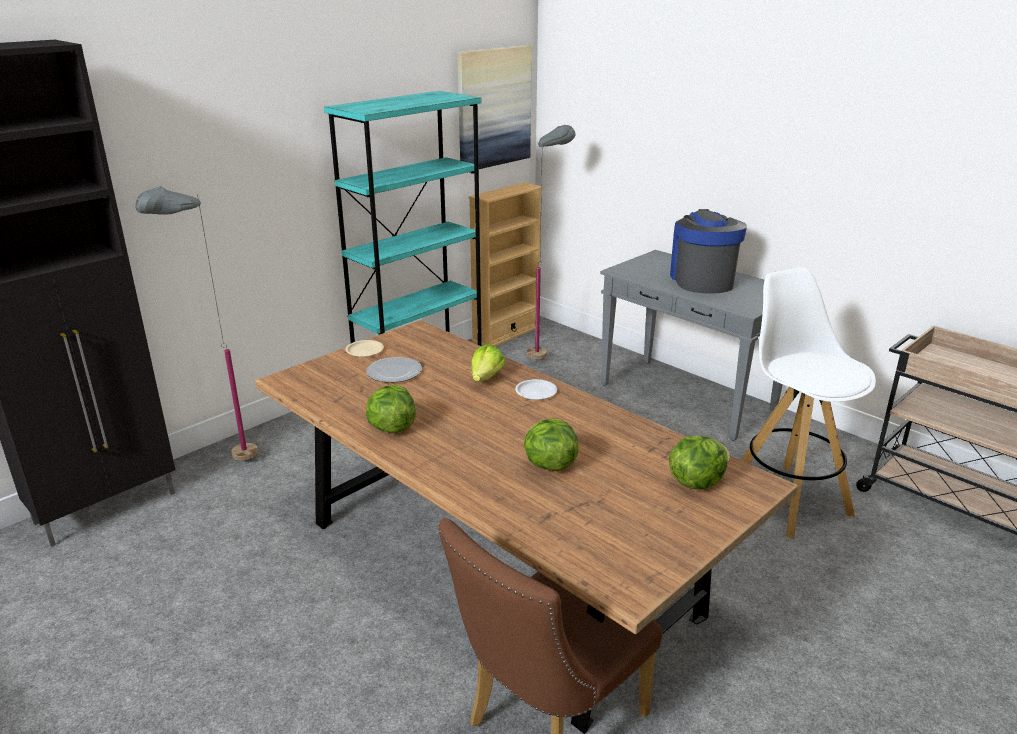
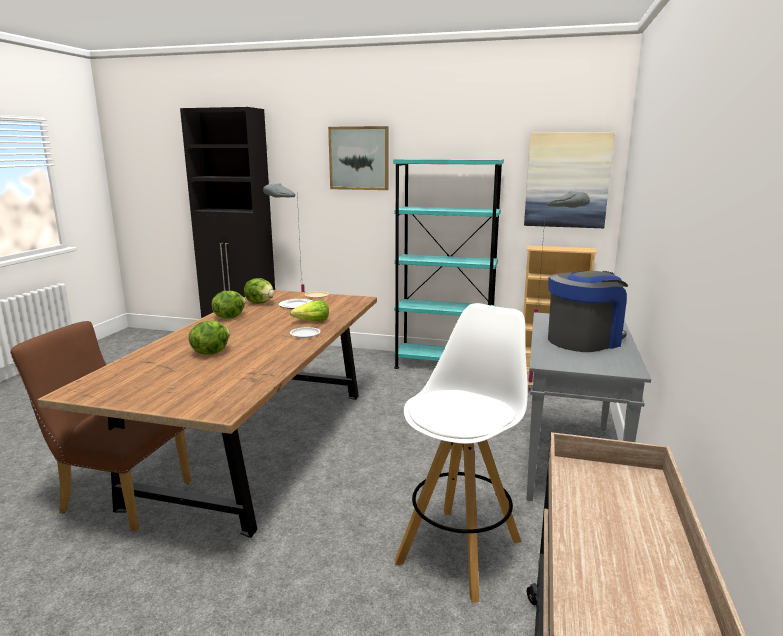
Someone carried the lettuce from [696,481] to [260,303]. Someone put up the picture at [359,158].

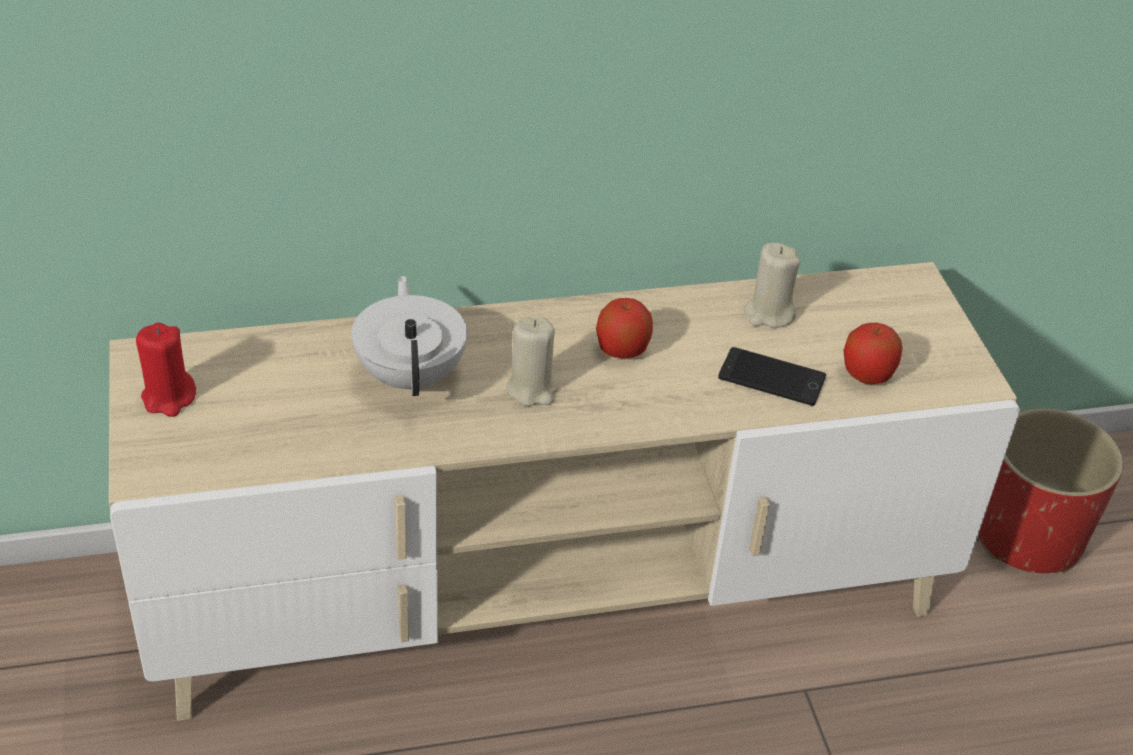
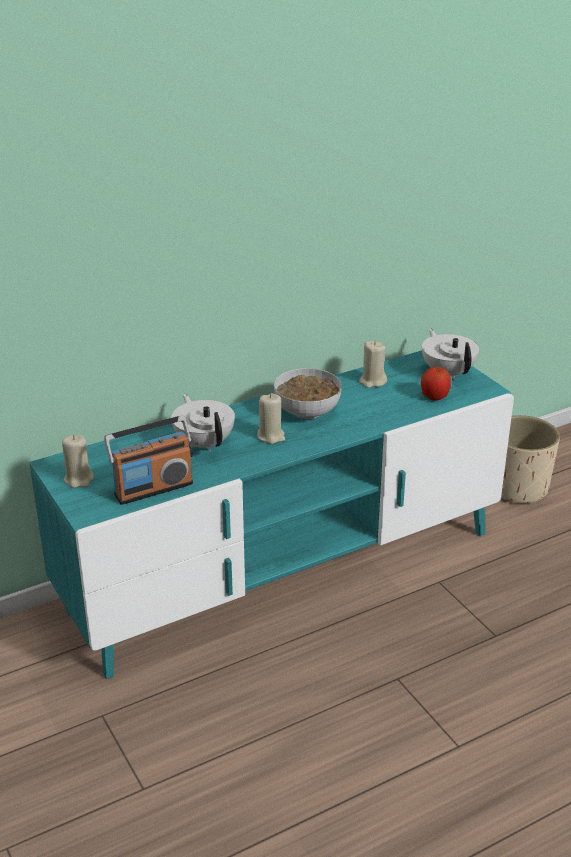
Someone repainted the tv stand (beige) at [551,593], which became the tv stand (turquoise) at [285,570]. Someone repainted the candle (red) at [169,397], which became the candle (beige) at [79,479]. Someone swapped the apple at [621,350] for the bowl at [307,411]. Someone took away the phone at [771,378]. Someone repainted the planter (red) at [1028,536], which became the planter (beige) at [518,488]. Someone put down the radio at [153,489]. Someone put down the teapot (white) at [448,372].

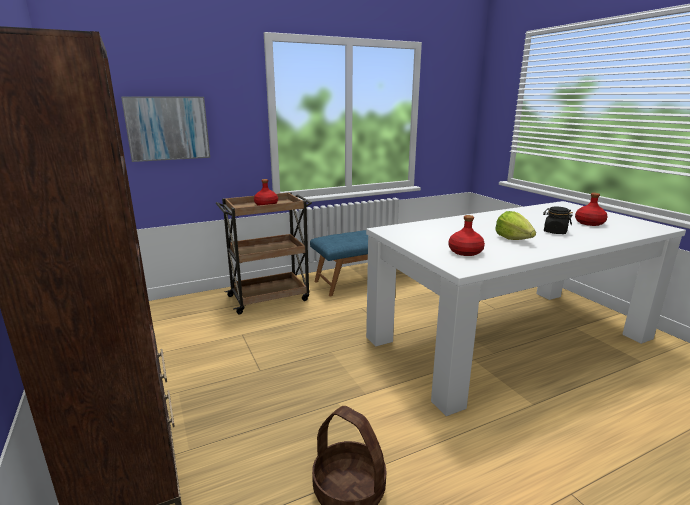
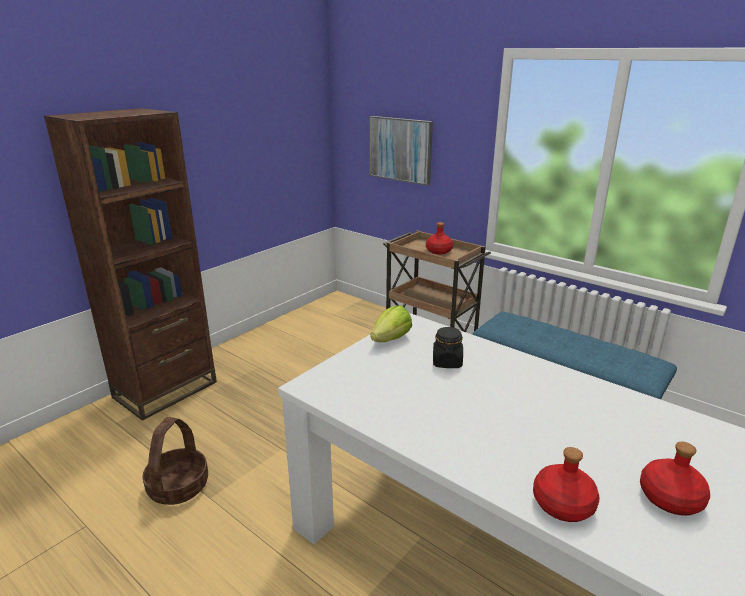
Someone carried the bottle (red) from [465,252] to [563,505]. Someone carried the lettuce from [513,239] to [391,339]. Someone carried the jar (black) from [555,232] to [447,362].

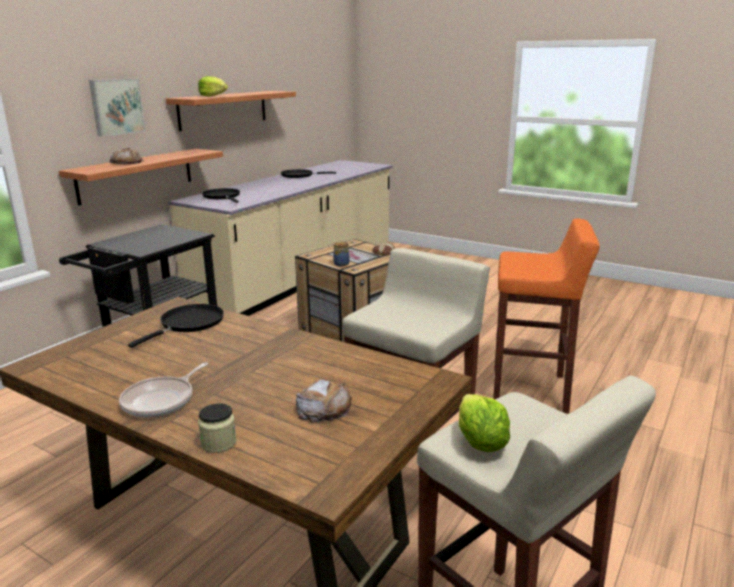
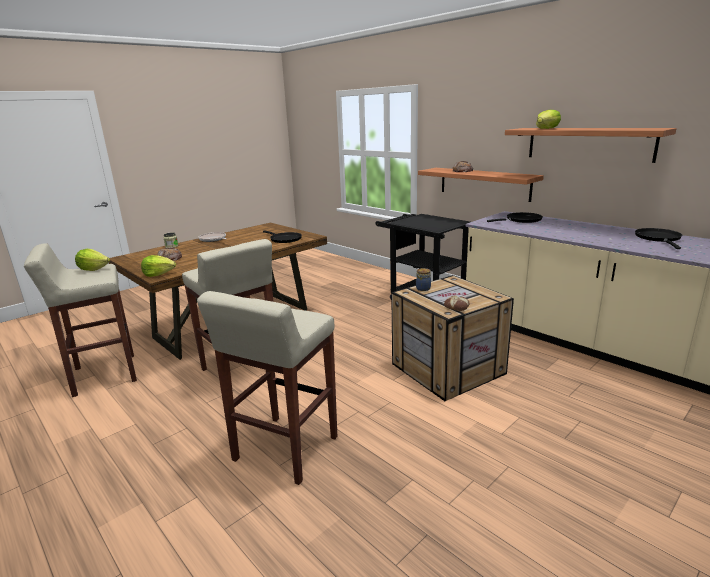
Someone took away the picture at [116,106]. Someone repainted the stool (orange) at [531,390], which became the stool (beige) at [284,449]. Someone put down the lettuce at [159,274].

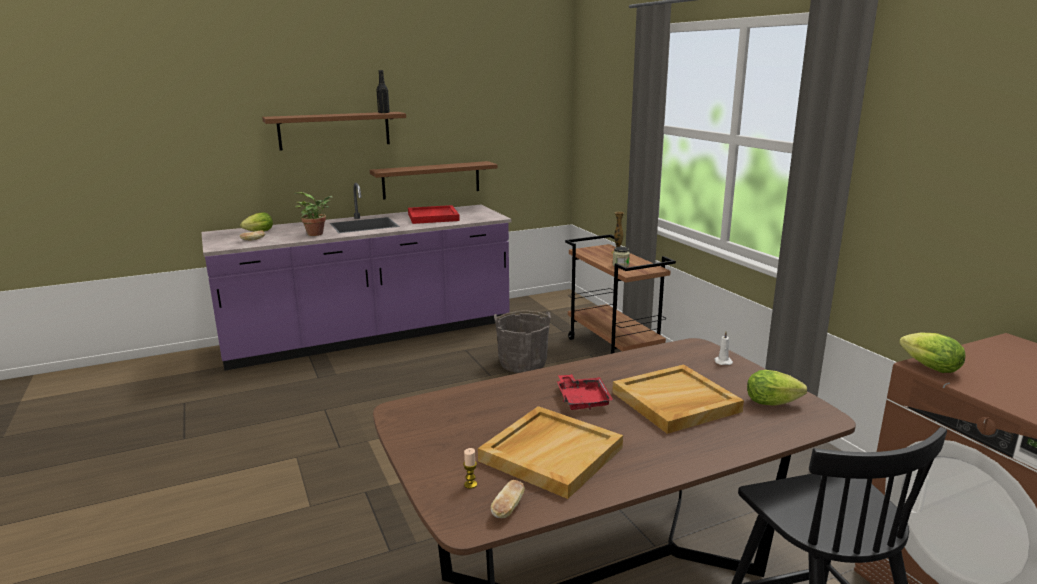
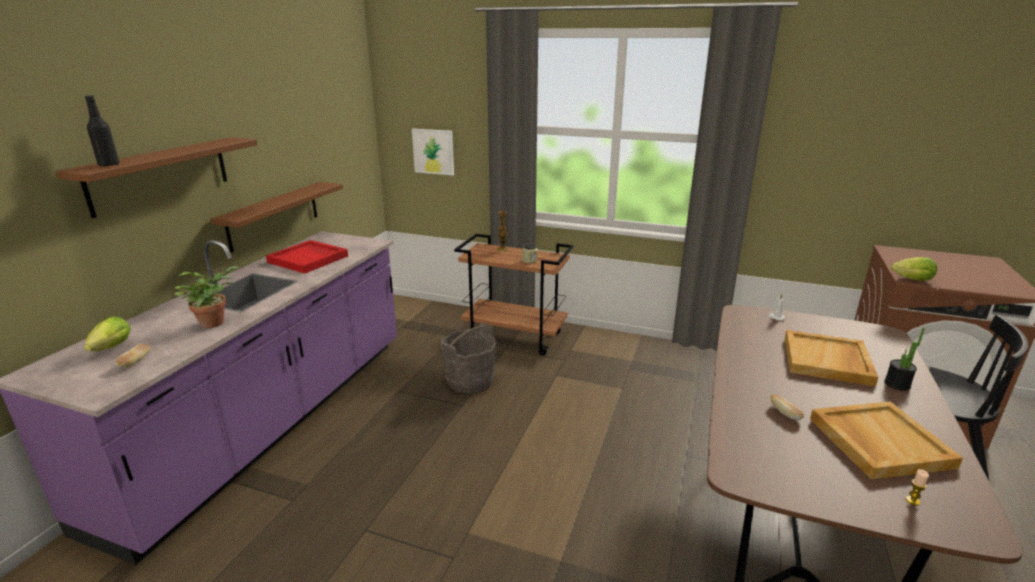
Someone carried the bottle (black) from [383,113] to [109,165]. Someone carried the bread from [508,508] to [785,413]. Someone took away the tray (red) at [582,399]. Someone took away the lettuce at [775,403]. Someone put up the picture at [433,151]. Someone put down the potted plant at [897,384].

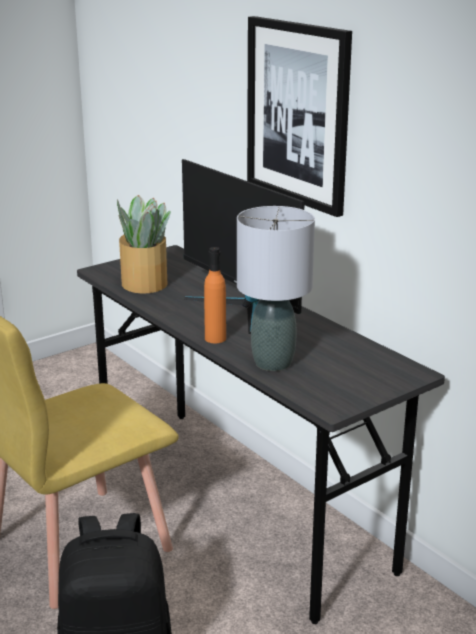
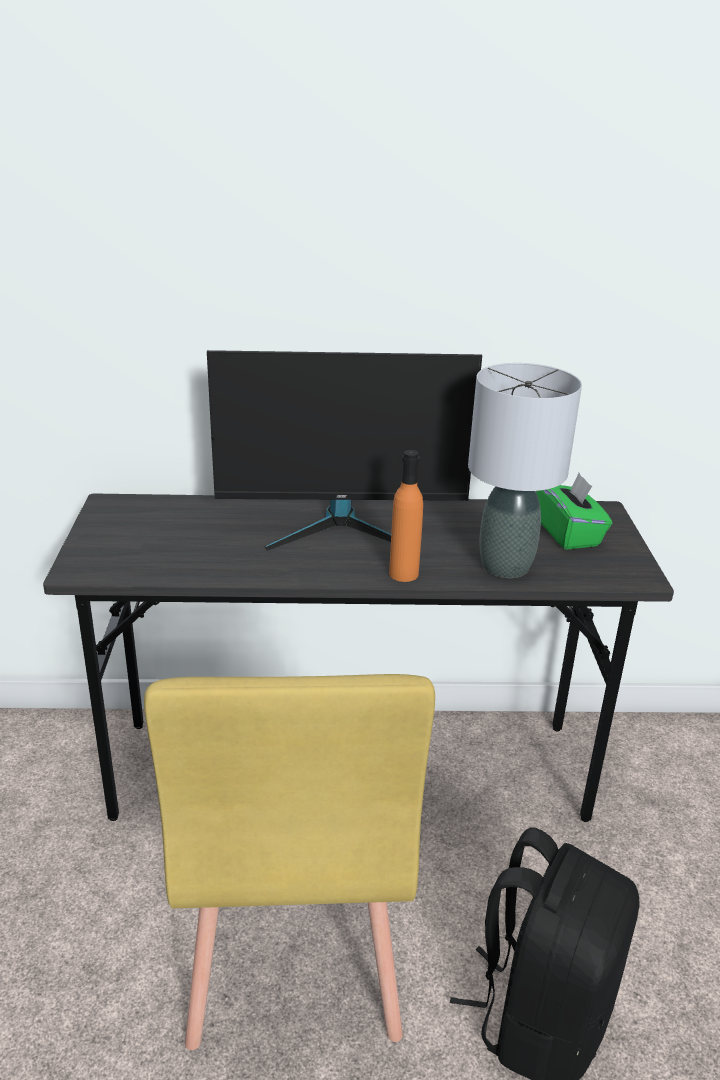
Someone took away the potted plant at [144,283]. Someone took away the picture at [298,114]. Someone put down the tissue box (green) at [569,534].

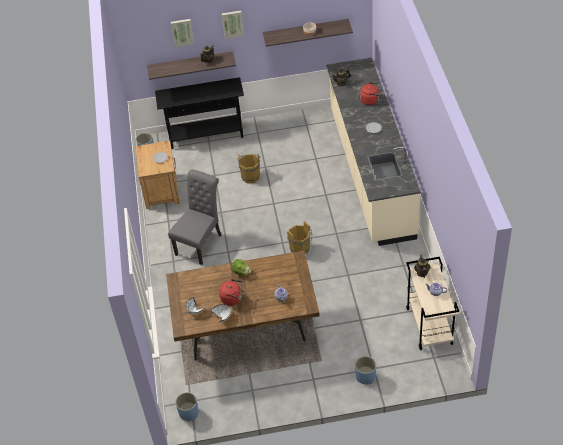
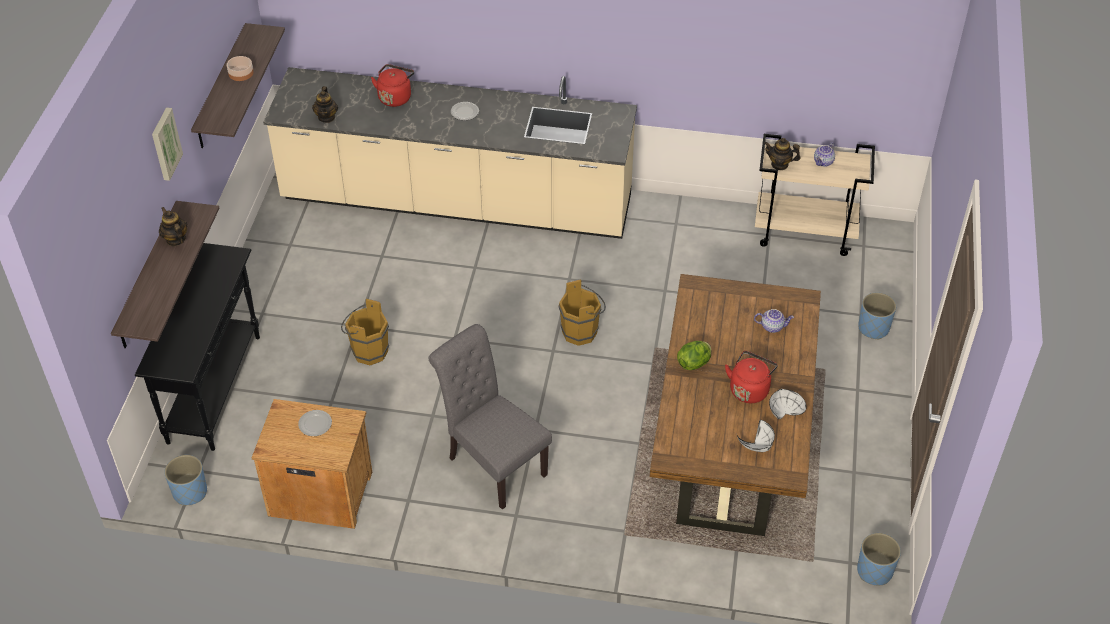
Someone took away the picture at [182,32].

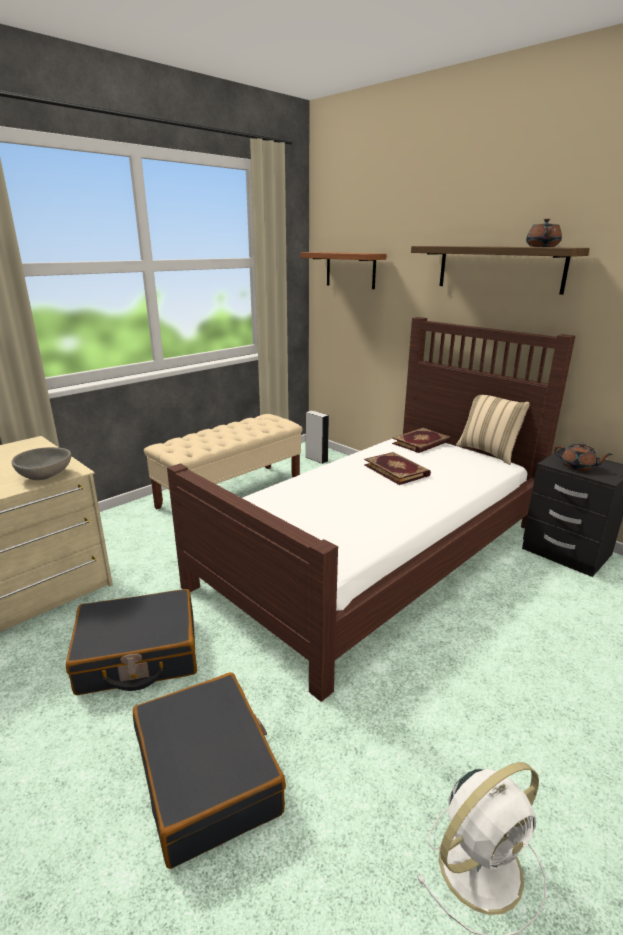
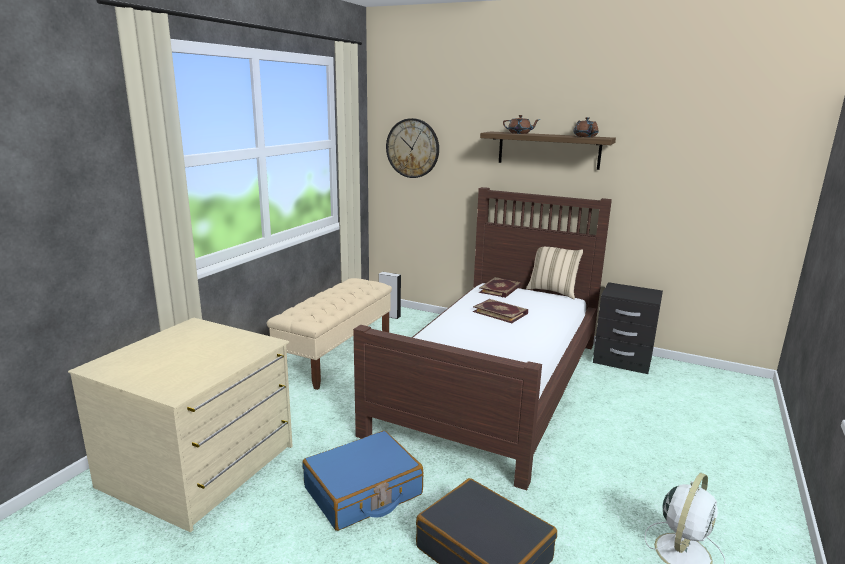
Someone took away the bowl (grey) at [45,476]. Someone repainted the suitcase (black) at [138,655], which became the suitcase (blue) at [363,492]. Someone swapped the shelf at [350,270] for the wall clock at [412,148]. Someone carried the teapot (brown) from [578,467] to [520,133].

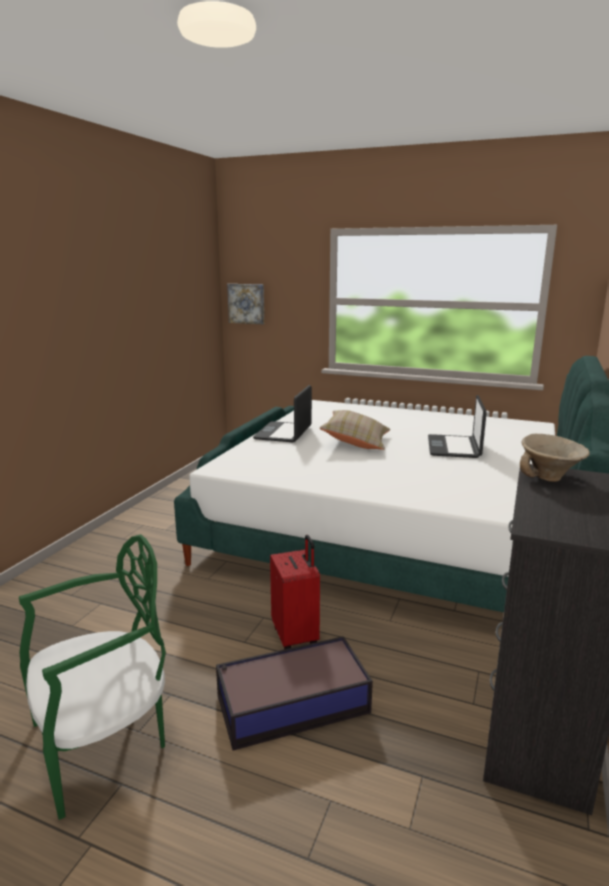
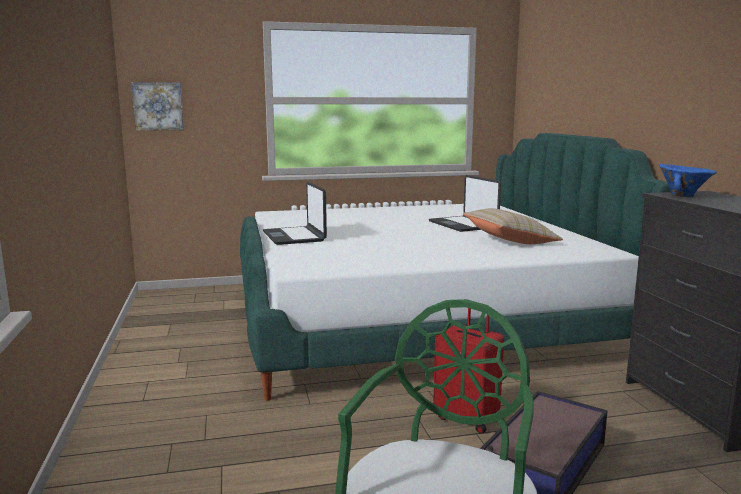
Someone carried the pillow (beige) from [356,442] to [509,241]. Someone repainted the bowl (beige) at [551,478], which became the bowl (blue) at [684,196].

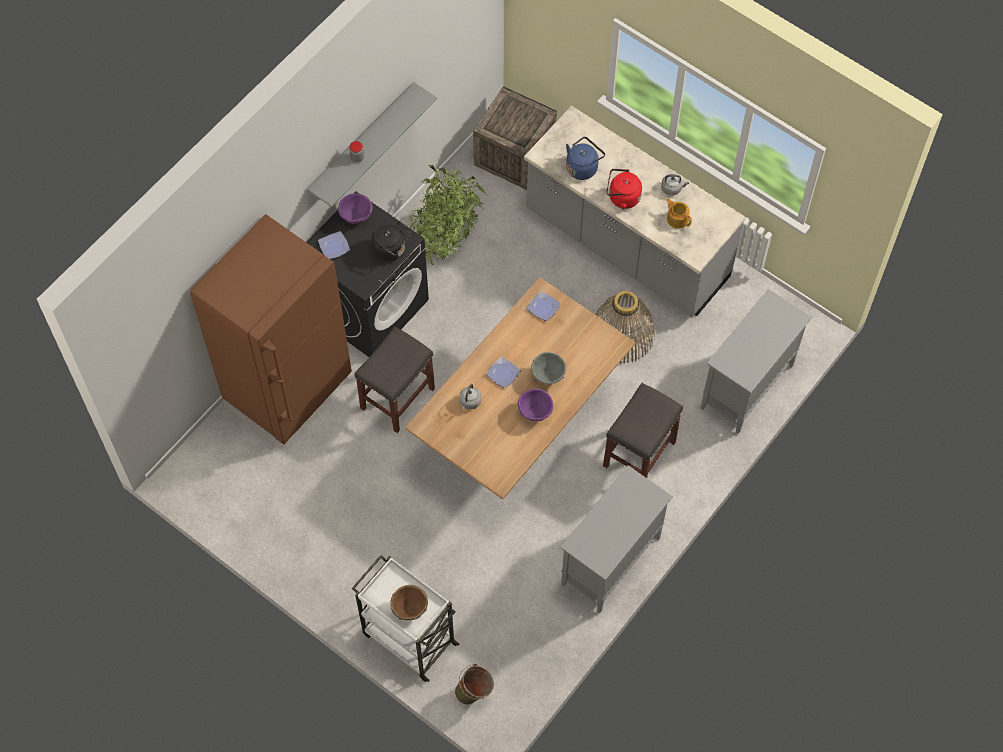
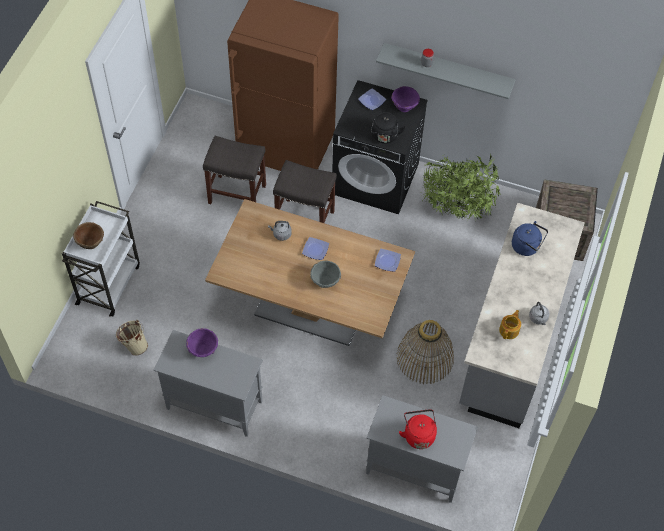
Someone took away the bucket (green) at [475,693]. Someone carried the bowl (purple) from [535,412] to [203,350]. Someone carried the stool (grey) from [639,455] to [236,194]. Someone carried the kettle (red) from [622,197] to [418,434]. Someone put down the bucket (beige) at [134,345].

